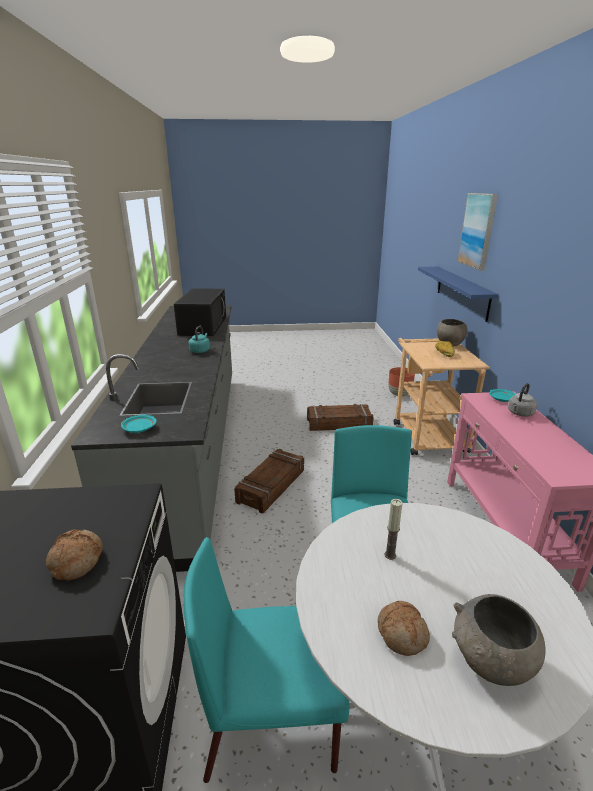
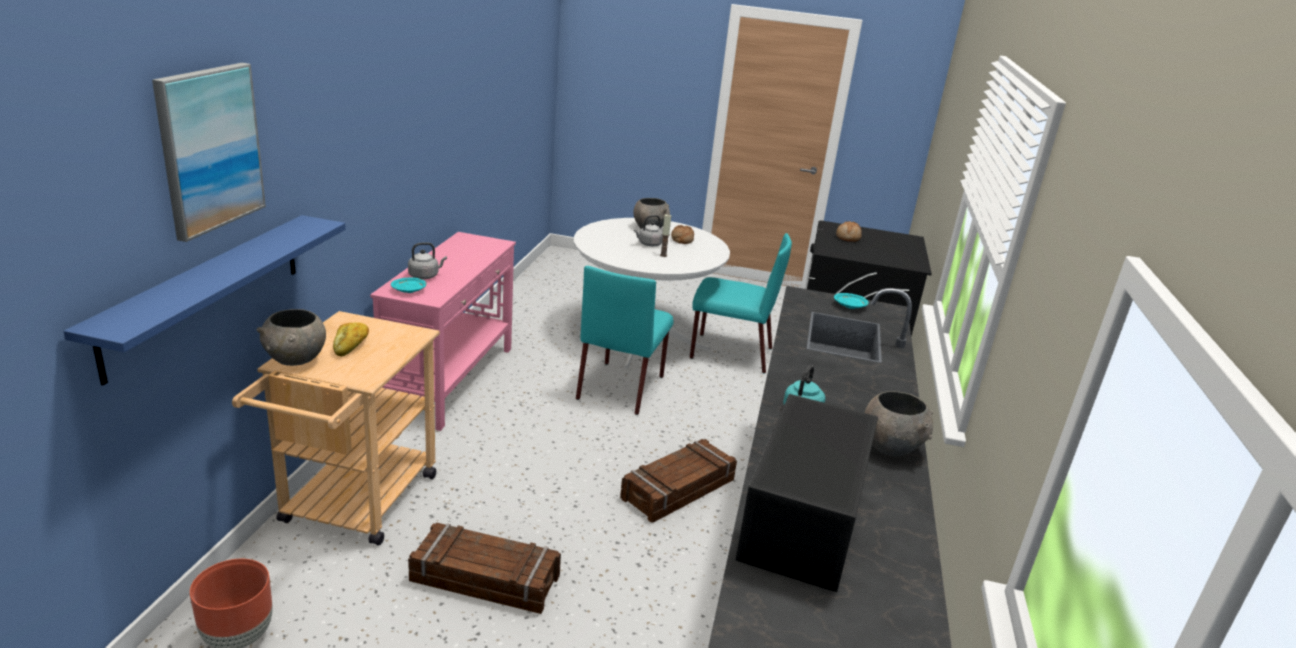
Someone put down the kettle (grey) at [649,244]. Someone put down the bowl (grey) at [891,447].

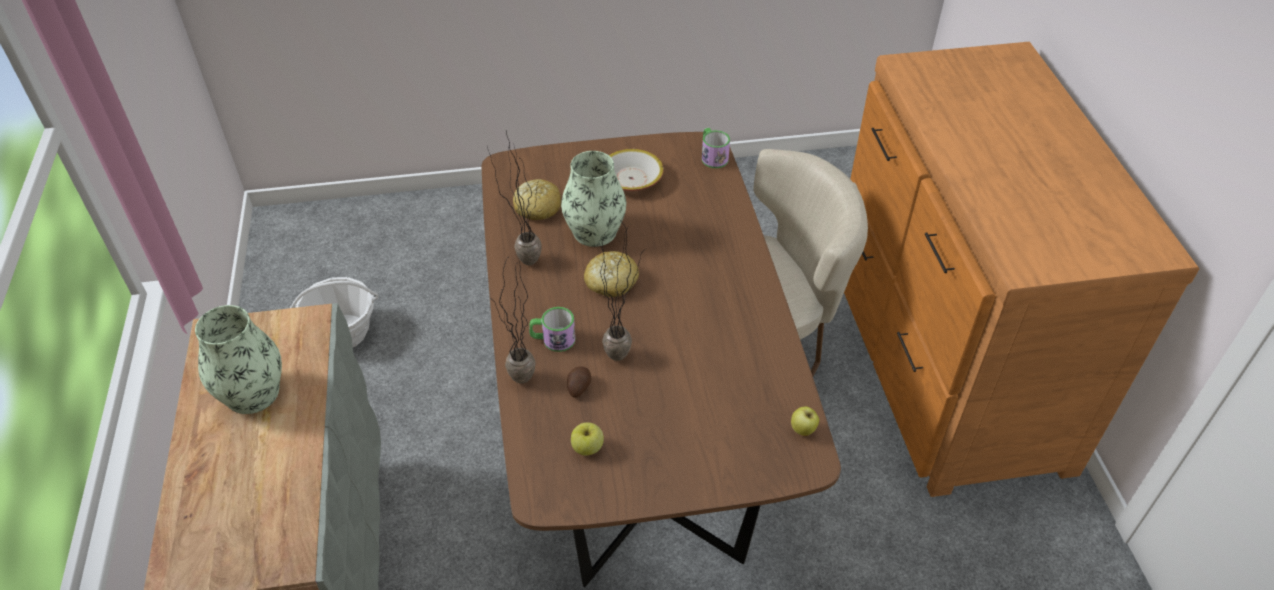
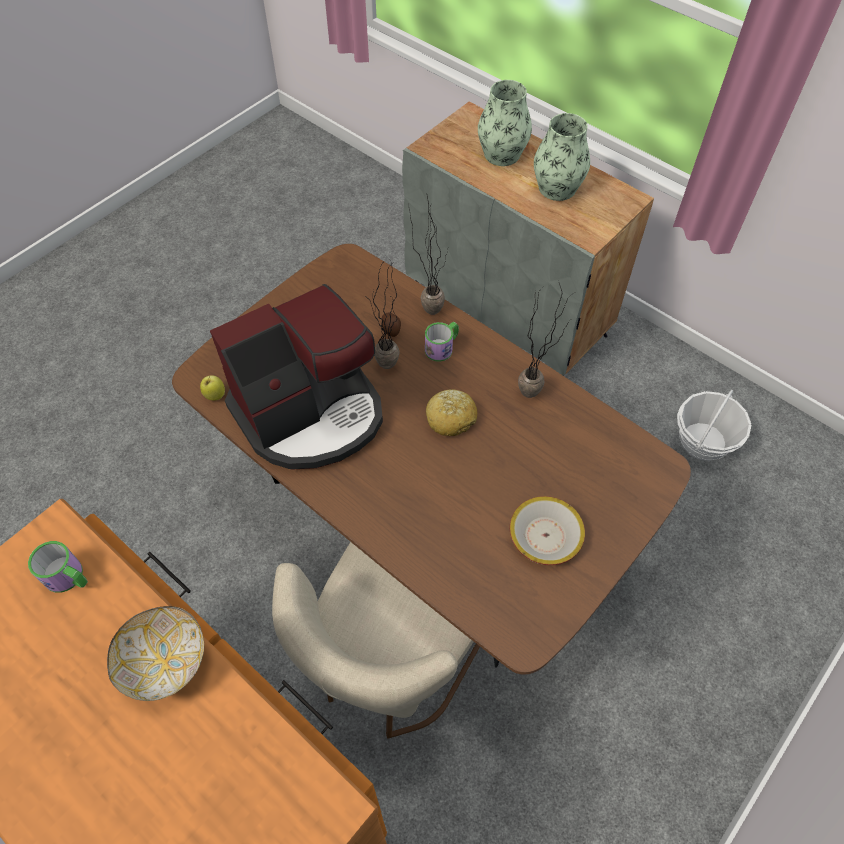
Someone took away the bread at [537,207]. Someone carried the vase from [595,231] to [502,154]. Someone took away the apple at [587,448]. Someone carried the mug from [712,156] to [69,577]. Someone put down the bowl at [167,663]. Someone put down the coffee machine at [311,413].

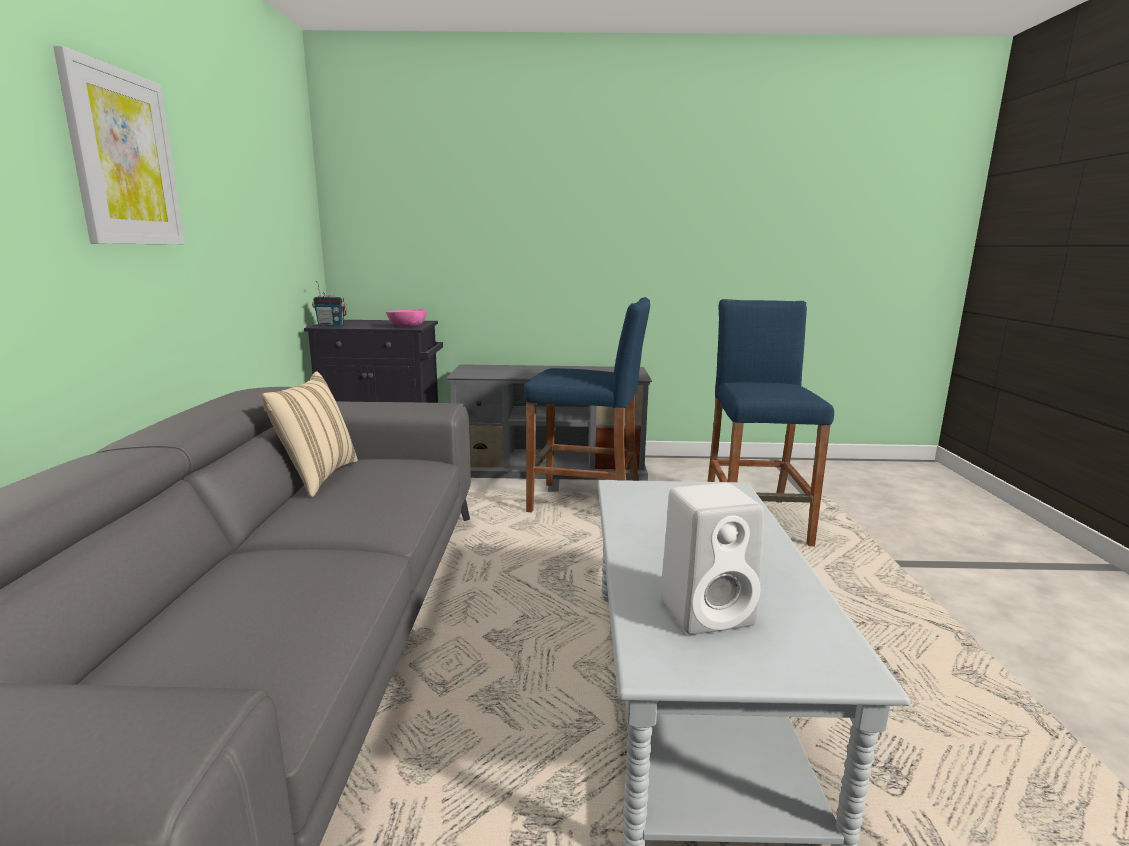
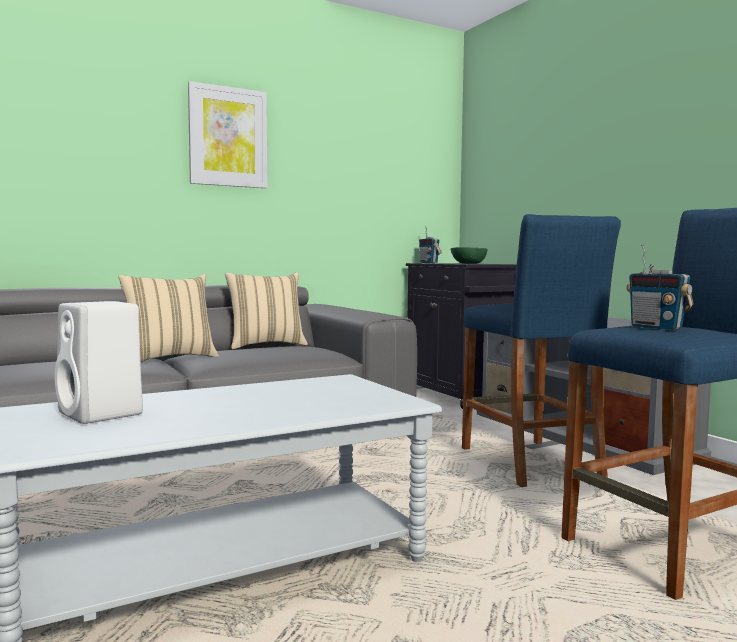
Someone repainted the bowl (pink) at [408,326], which became the bowl (green) at [469,263]. Someone put down the pillow (beige) at [170,358]. Someone put down the radio at [656,328].

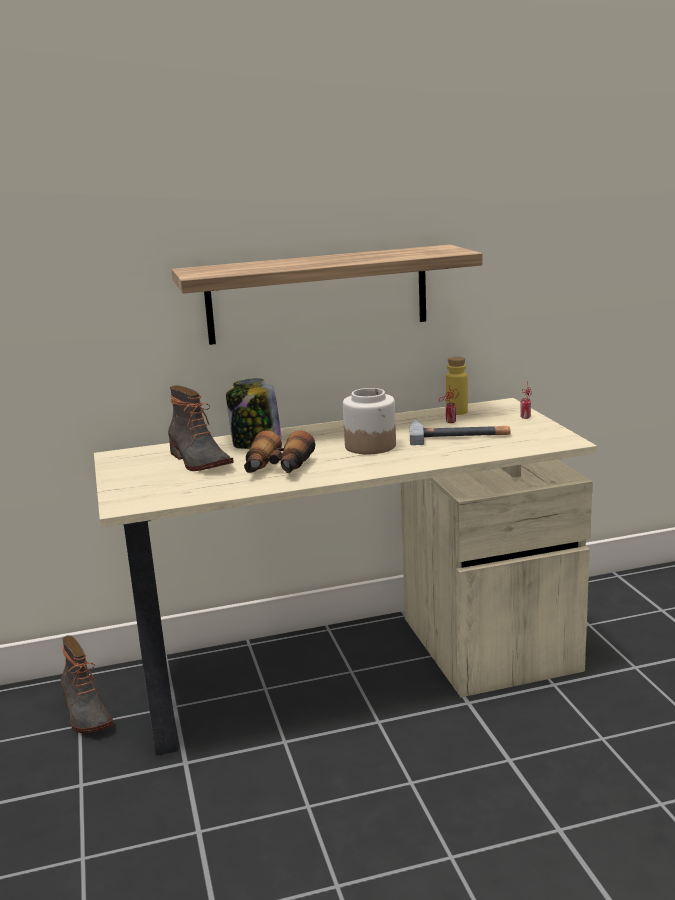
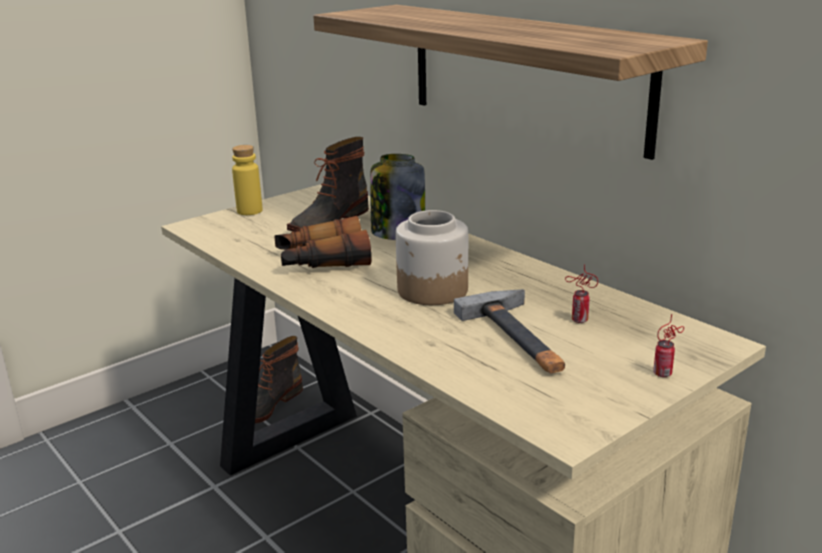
Someone carried the bottle (yellow) from [457,412] to [249,211].

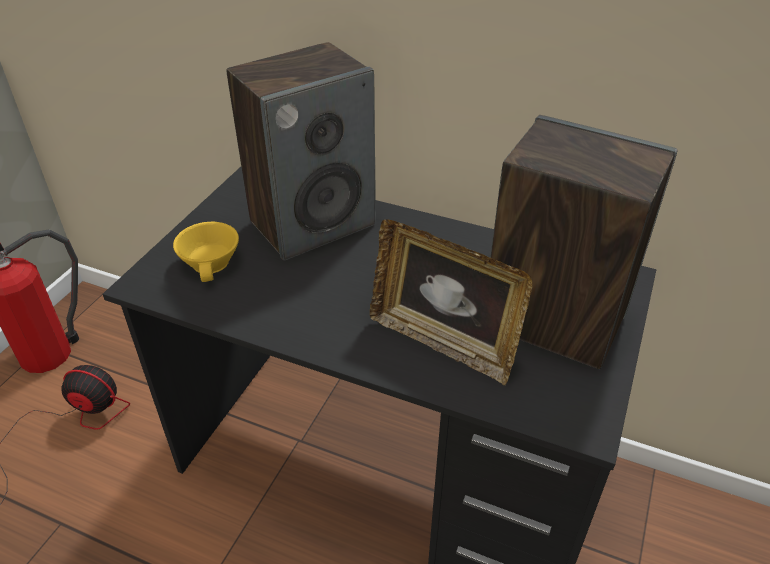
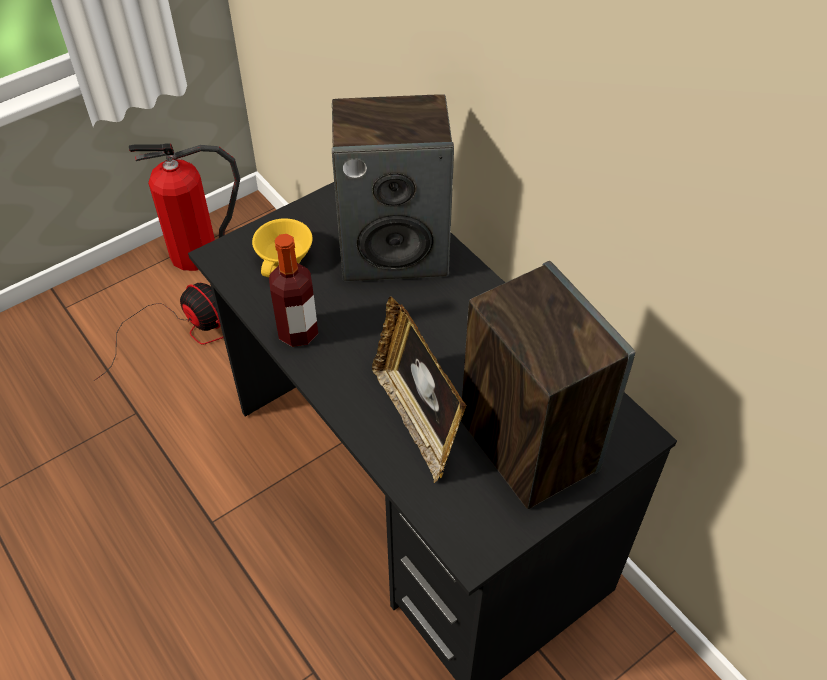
Someone put down the bottle at [298,332].

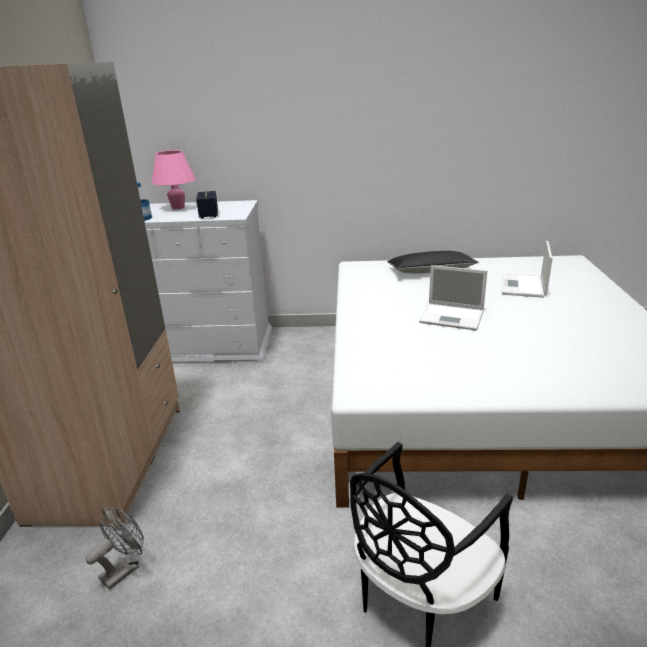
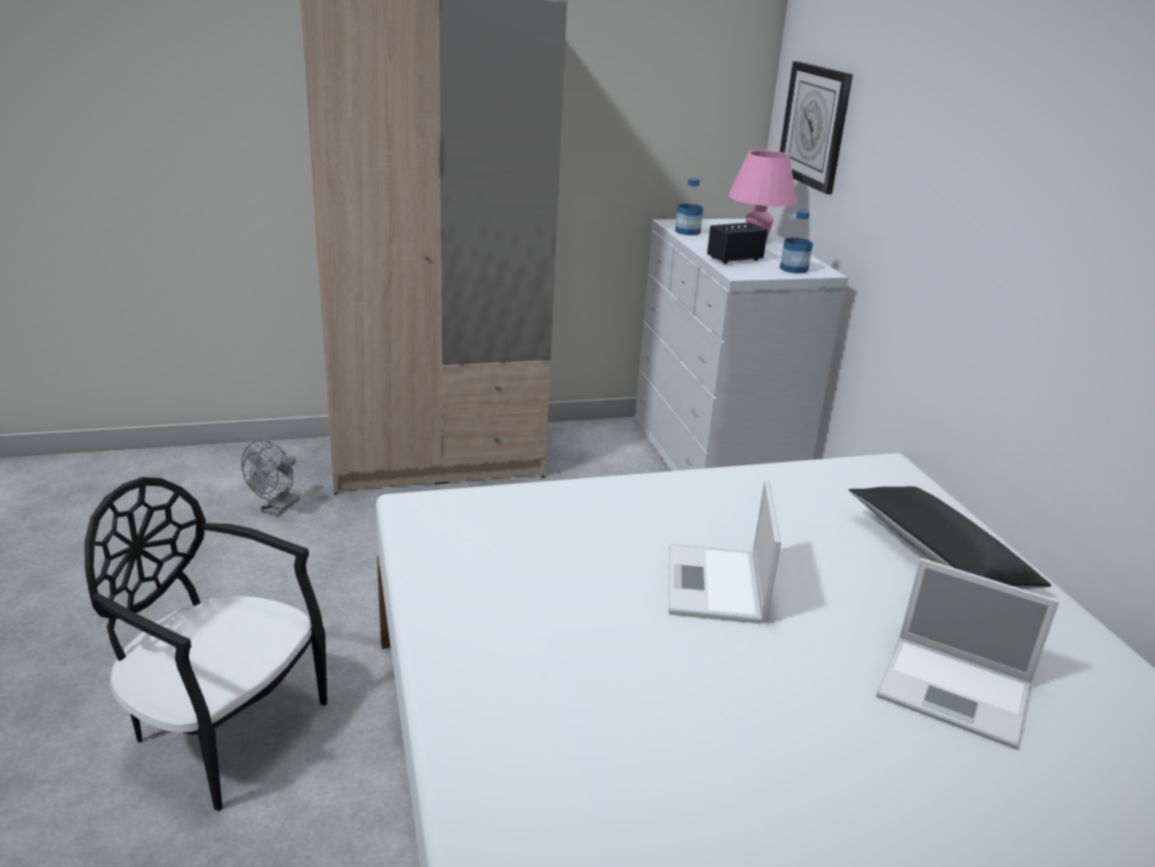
Someone rotated the fan (grey) at [124,568] by 90 degrees clockwise. Someone rotated the laptop at [523,286] by 150 degrees counterclockwise. Someone put up the wall clock at [815,126]. Someone put down the bottle at [793,269].

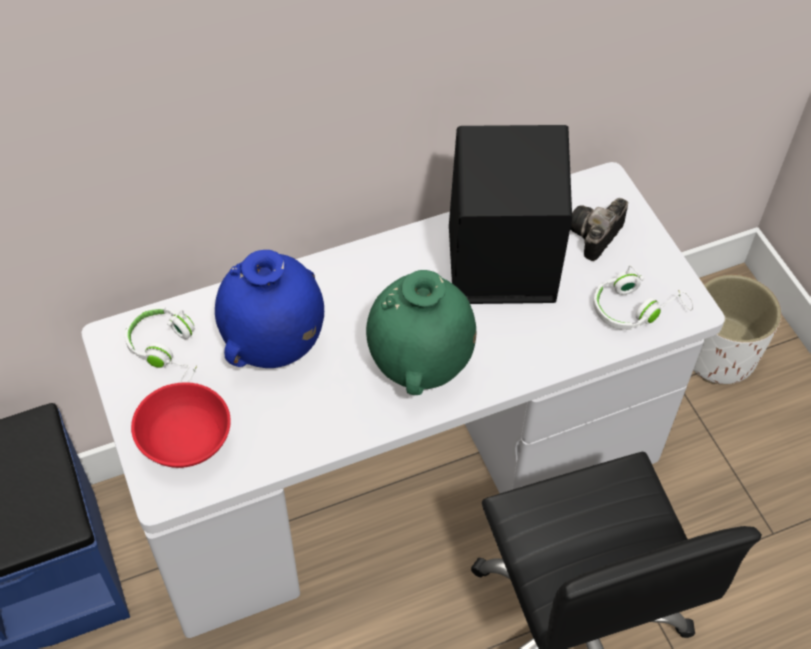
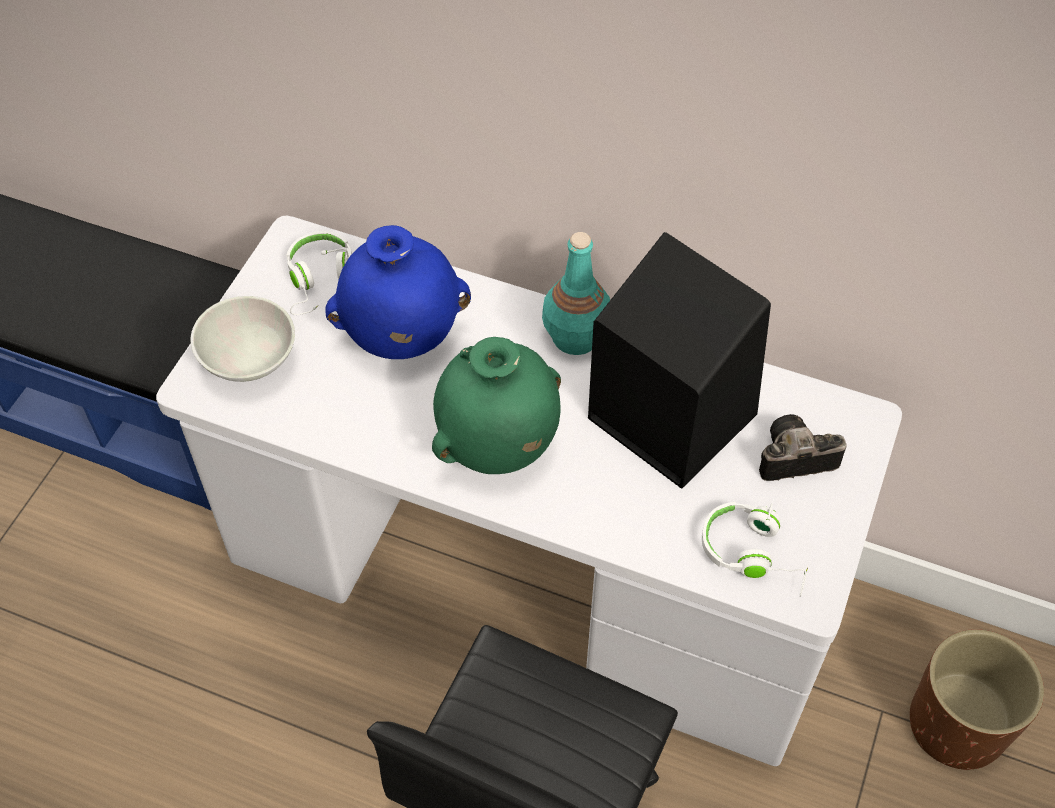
Someone repainted the bowl (red) at [186,443], which became the bowl (white) at [252,362]. Someone repainted the planter (white) at [718,355], which became the planter (brown) at [956,724]. Someone put down the bottle (turquoise) at [575,337].

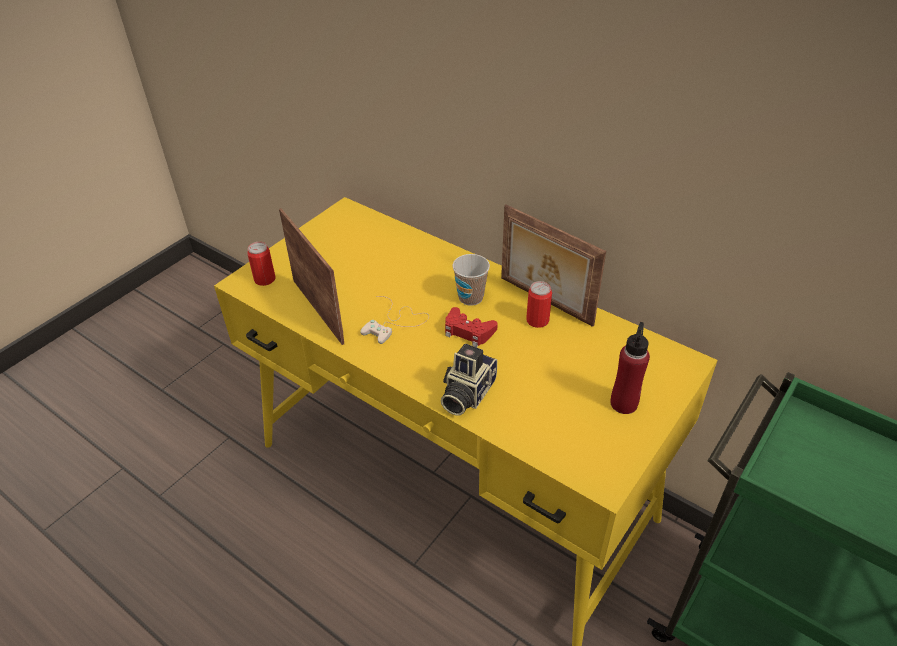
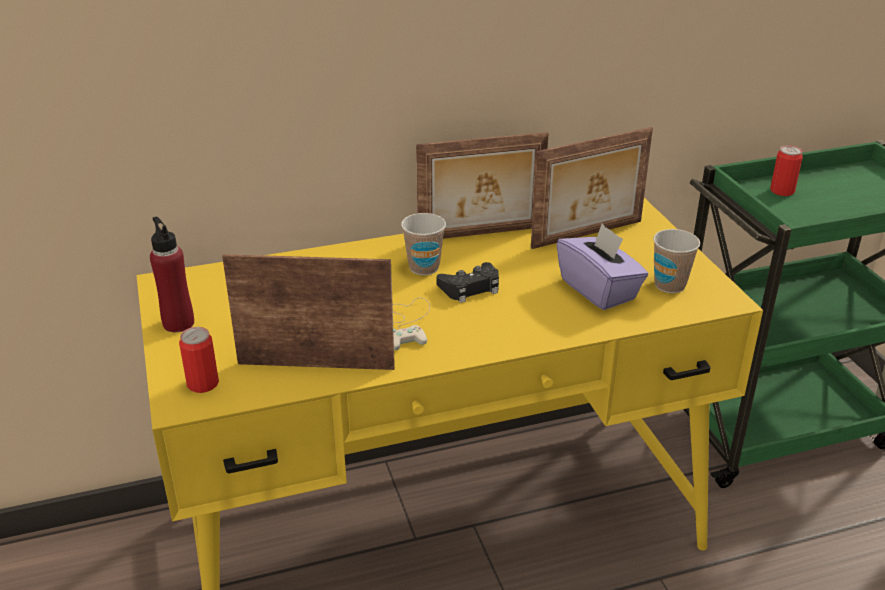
Someone took away the photo camera at [466,393]. Someone repainted the game controller (red) at [468,331], which became the game controller (black) at [470,288]. Someone carried the can from [537,320] to [782,191]. Someone carried the bottle (red) from [624,403] to [178,323]. Someone put down the picture frame at [588,235]. Someone put down the tissue box (purple) at [599,290]. Someone put down the cup at [669,285].

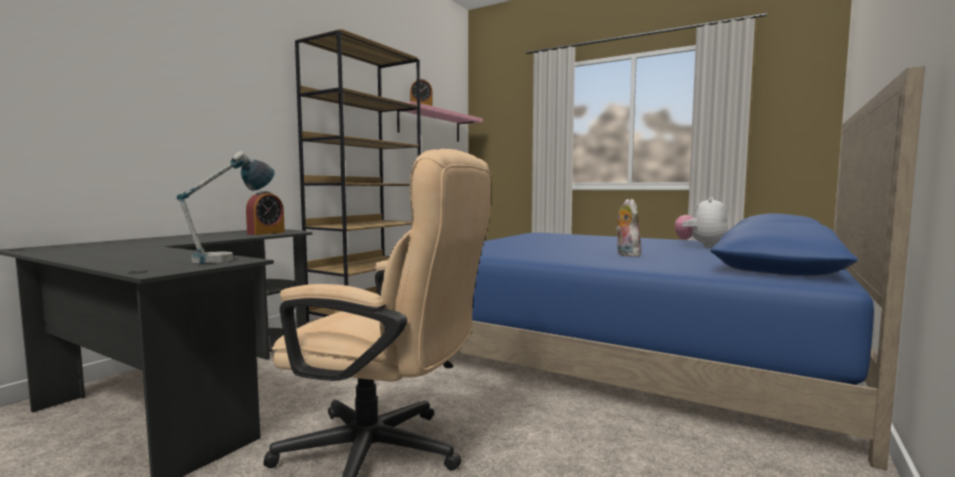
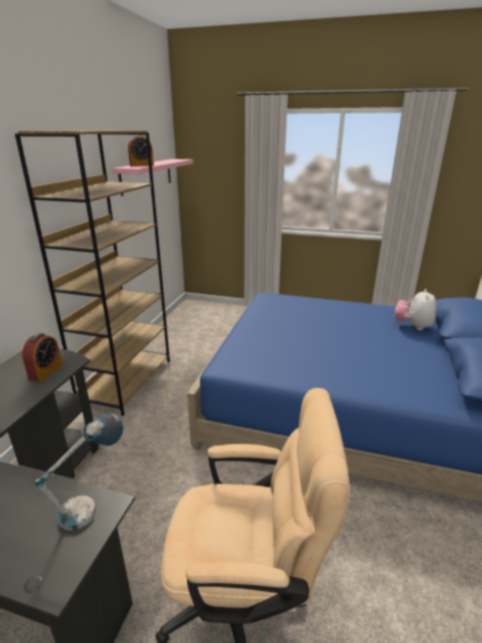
Someone took away the plush toy at [626,255].

